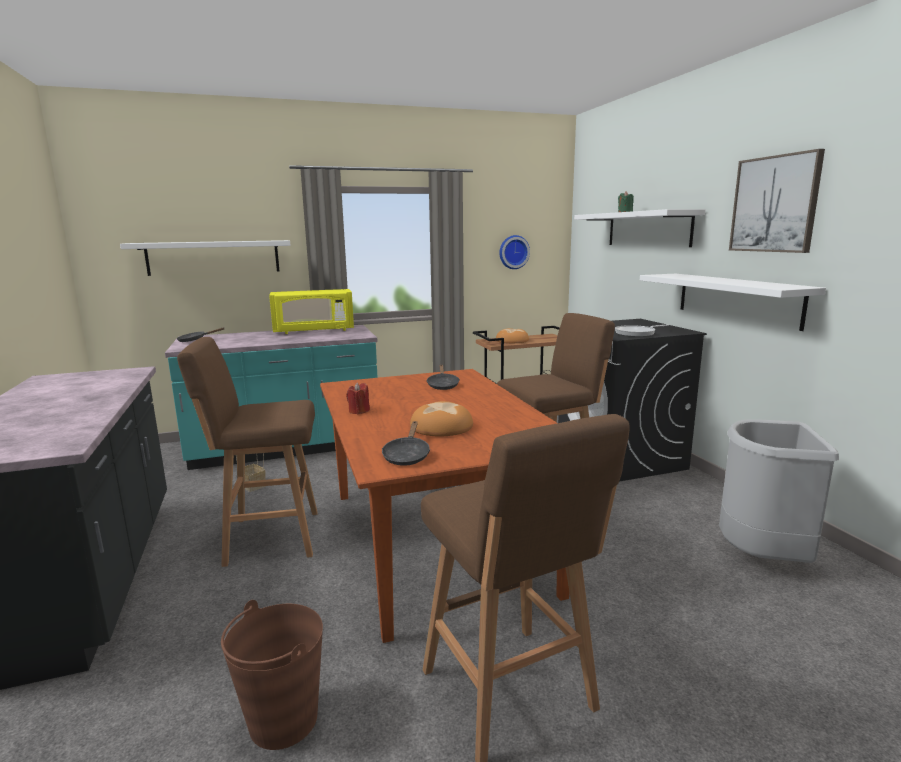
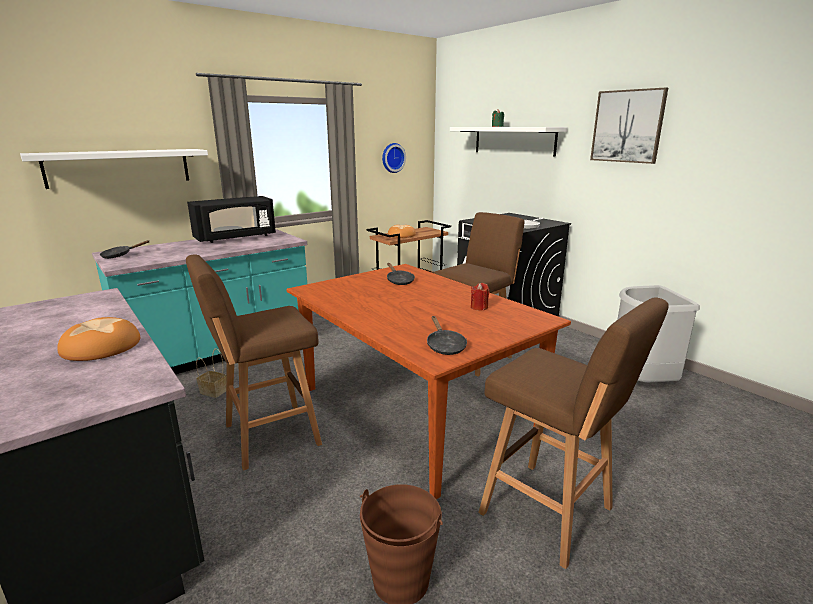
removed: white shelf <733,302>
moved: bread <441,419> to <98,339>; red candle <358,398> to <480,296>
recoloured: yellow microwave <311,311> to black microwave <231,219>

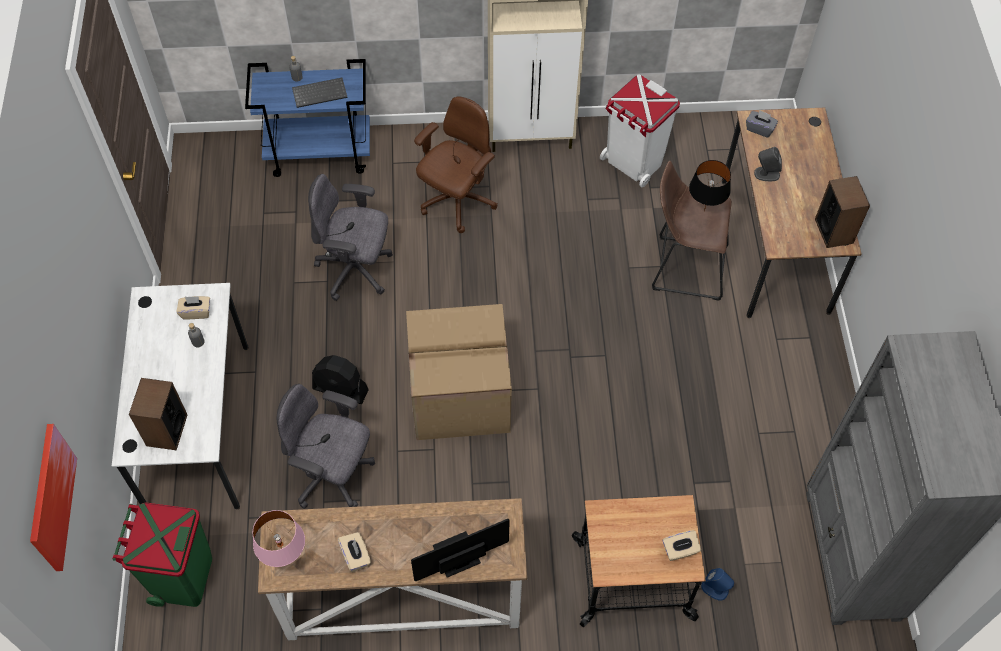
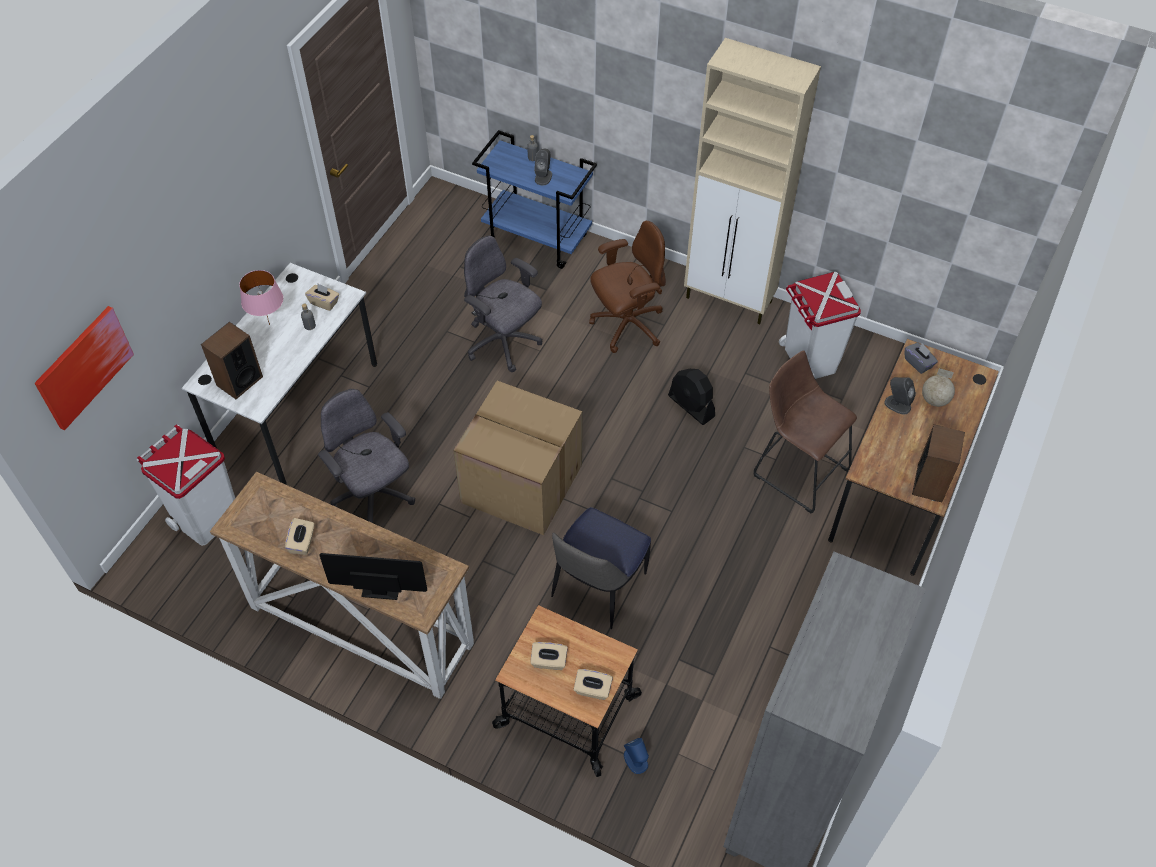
removed: black table lamp <710,185>
added: beige tissue box <549,656>; chair <601,568>; globe <938,387>
moved: pink table lamp <279,538> to <261,297>; black fan <340,379> to <691,397>
replaced: keyboard <320,93> to grey speaker <543,167>
recoloured: green trash can <162,554> to white trash can <186,485>

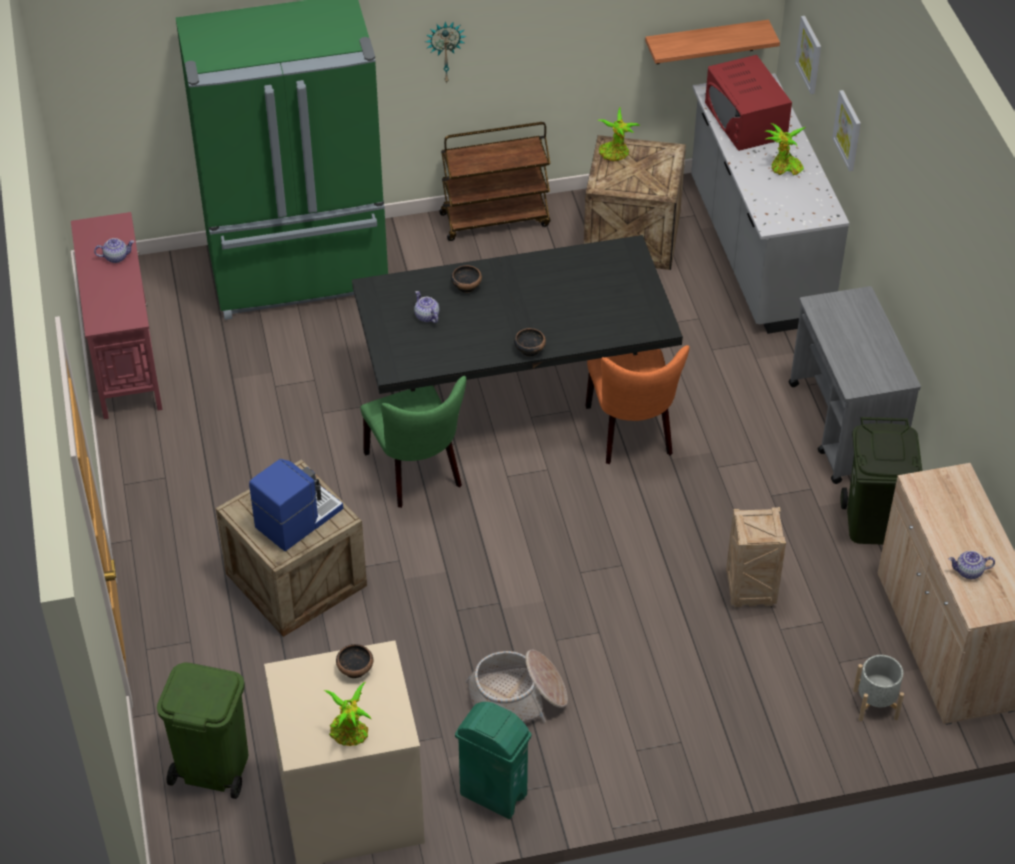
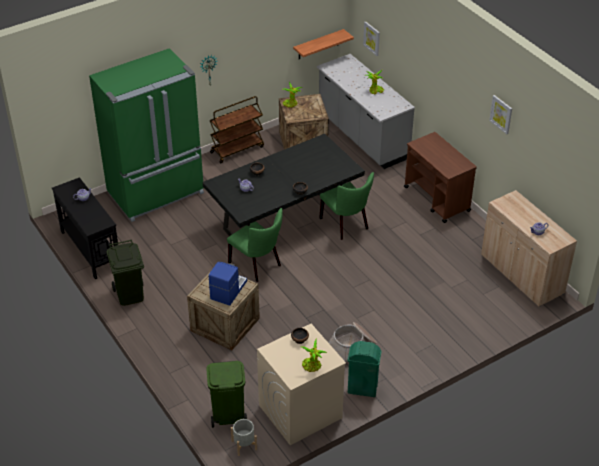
removed: red microwave <748,103>; crate <756,557>
moved: green trash can <881,480> to <125,273>; grey planter <878,688> to <244,437>; picture <846,130> to <500,114>
recoloured: red console table <116,315> to black console table <85,228>; orange chair <637,404> to green chair <346,206>; grey cart <855,385> to brown cart <440,177>

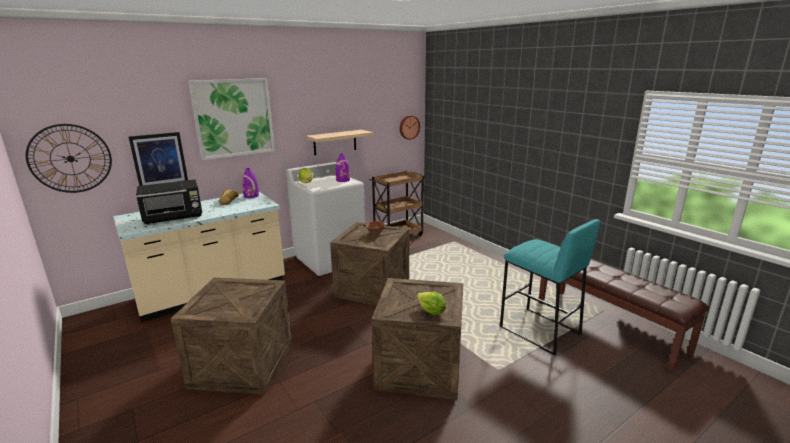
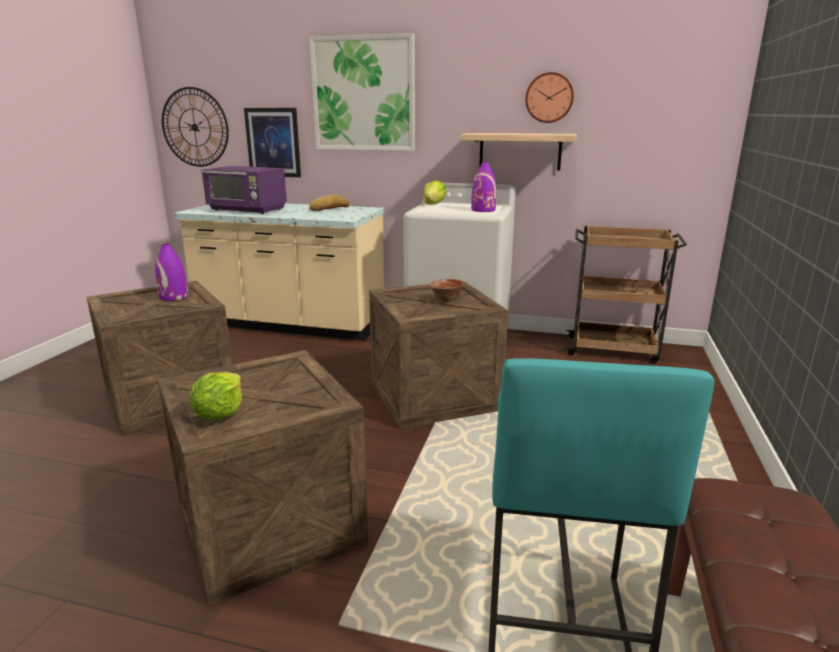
moved: purple vase <250,183> to <171,272>; wall clock <410,127> to <549,97>
recoloured: black microwave <169,202> to purple microwave <244,190>

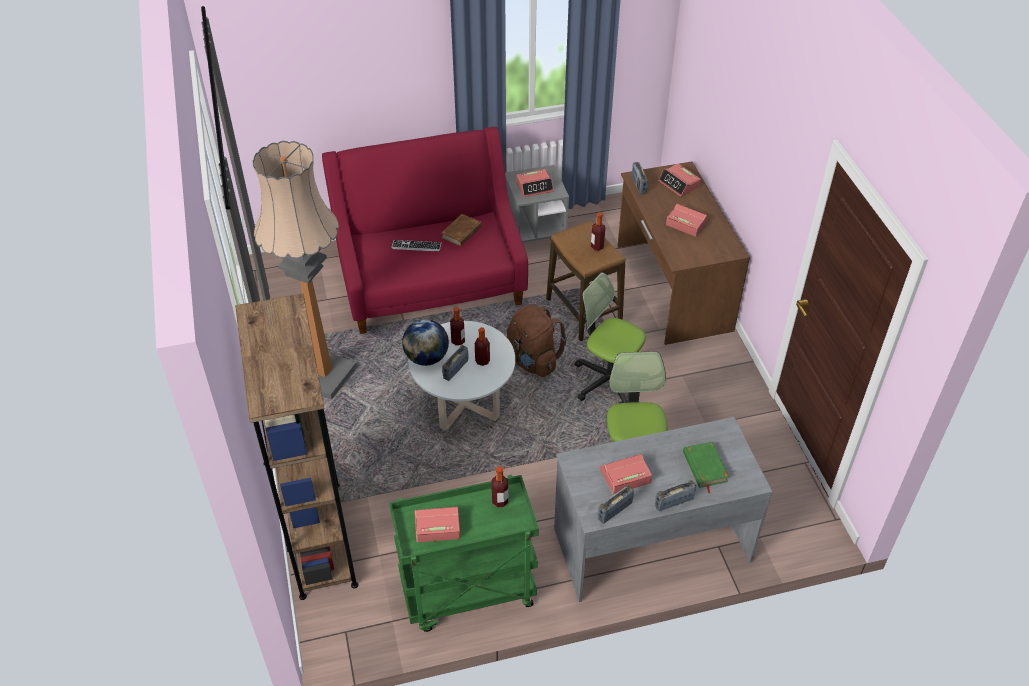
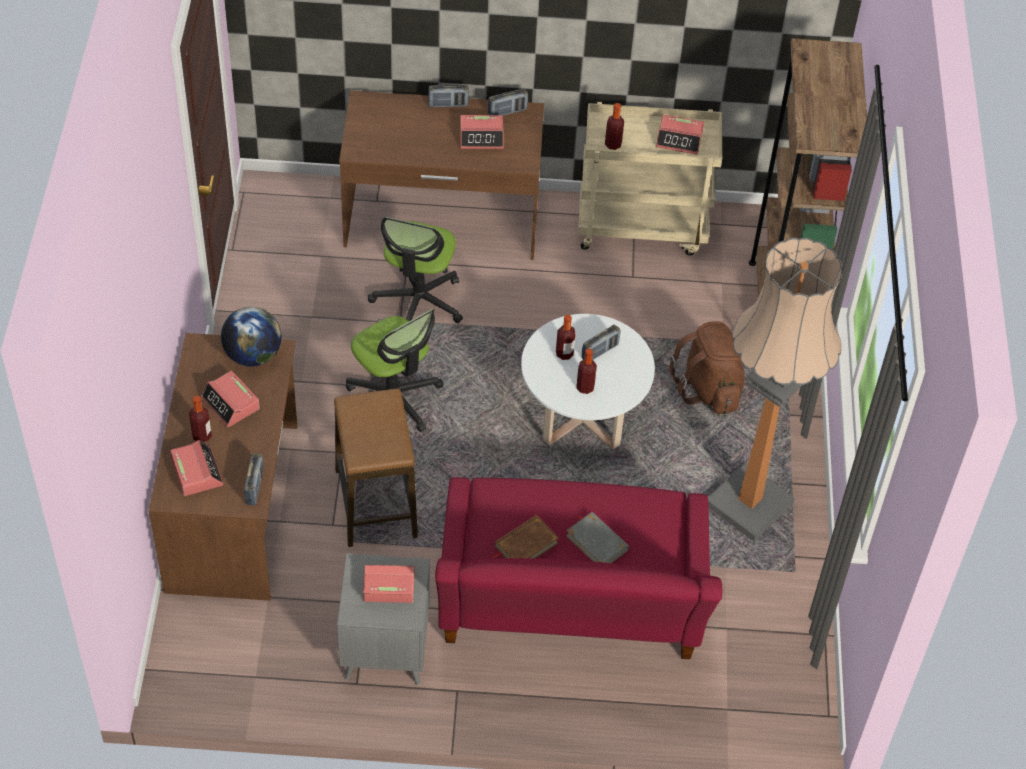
removed: green book <706,467>
moved: bottle <598,231> to <200,418>; globe <425,342> to <251,337>; brown backpack <537,341> to <707,367>
replaced: keyboard <416,246> to grey book <597,537>
recoloured: grey desk <663,509> to brown desk <441,175>; green cart <464,553> to beige cart <650,179>

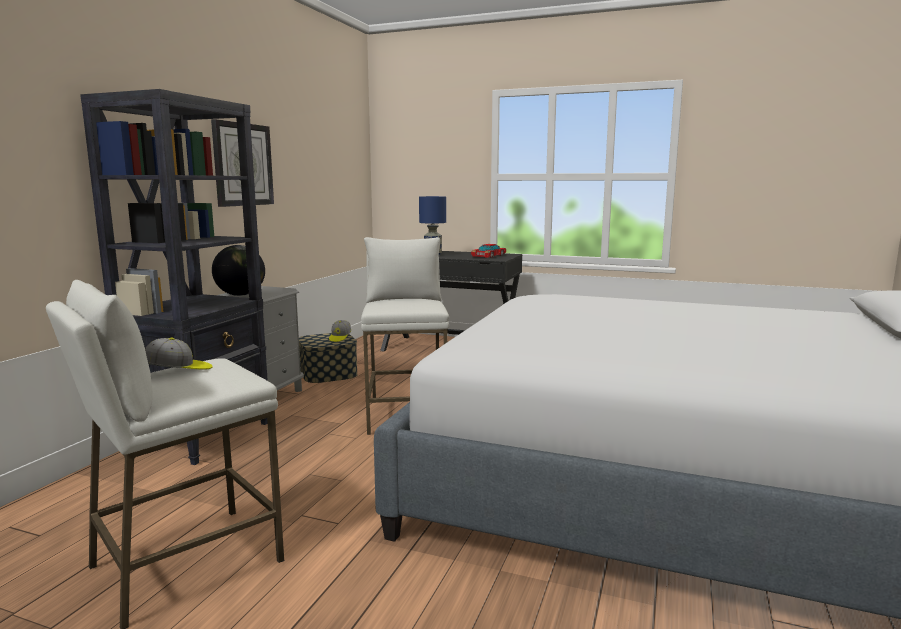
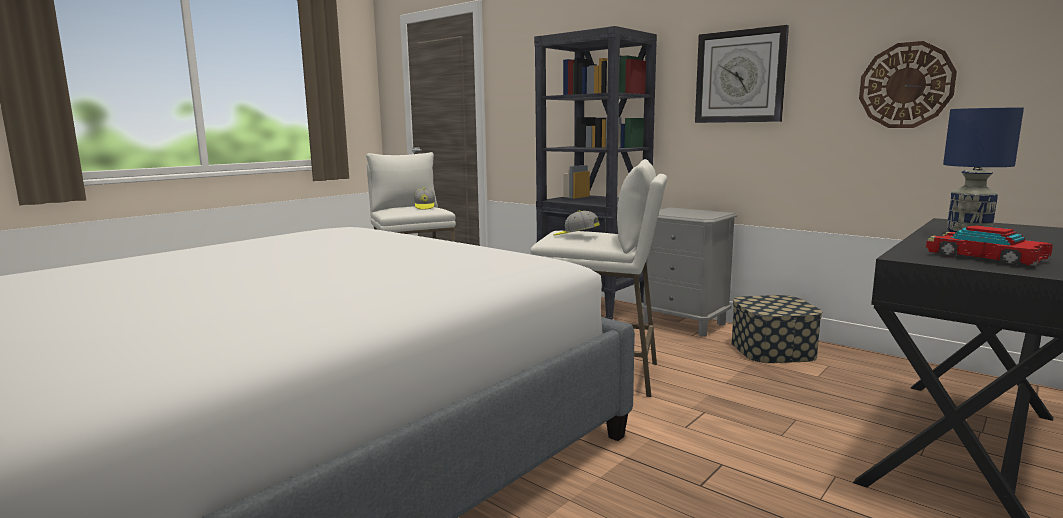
removed: globe <238,270>
added: wall clock <908,84>
moved: cap <340,331> to <576,222>

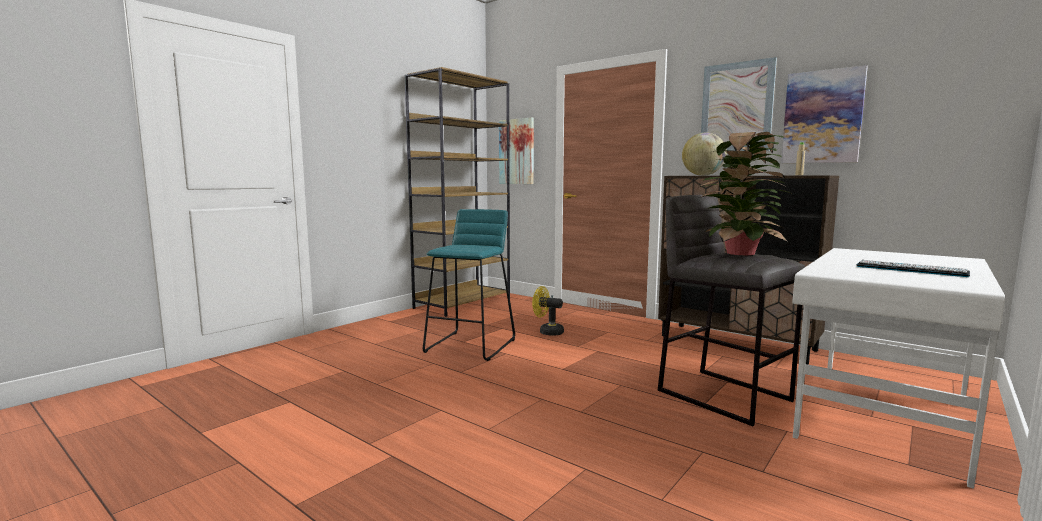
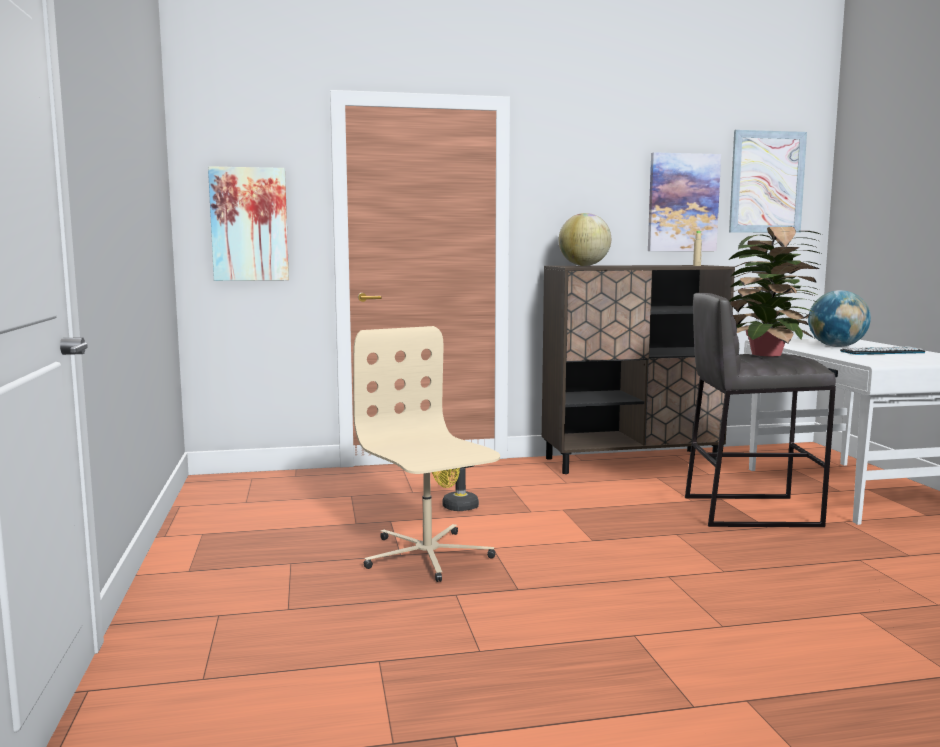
removed: brown bookcase <457,192>
added: globe <839,318>
moved: picture <739,104> to <768,181>
replaced: turquoise stool <469,285> to beige office chair <426,454>

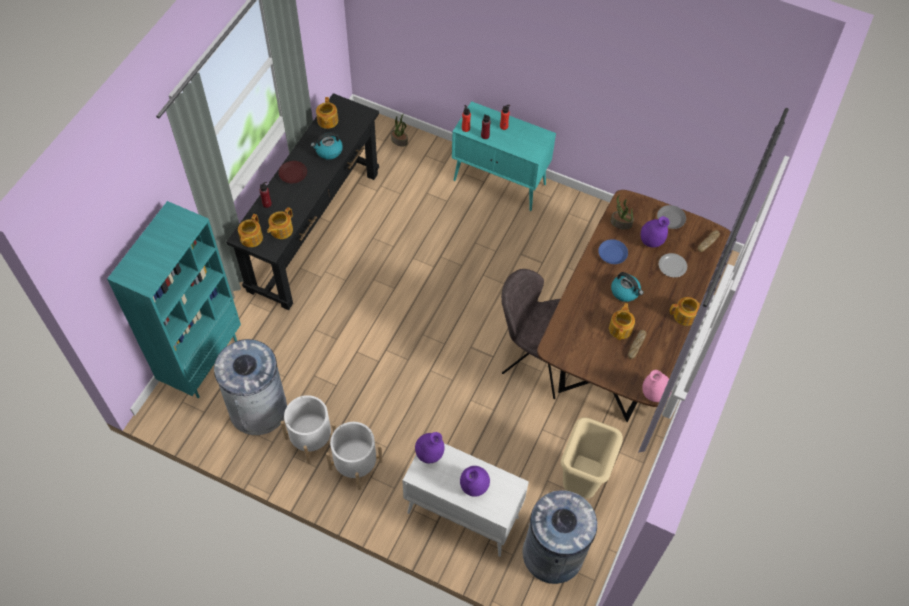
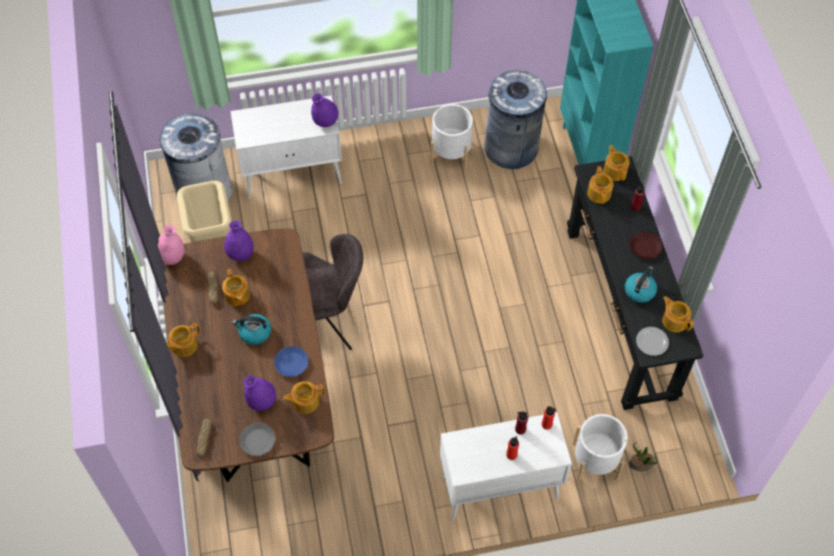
moved: purple vase <475,481> to <239,241>; white planter <354,456> to <600,447>; plate <673,265> to <652,341>
replaced: potted plant <622,212> to teapot <304,397>
recoloured: turquoise cabinet <504,156> to white cabinet <506,466>

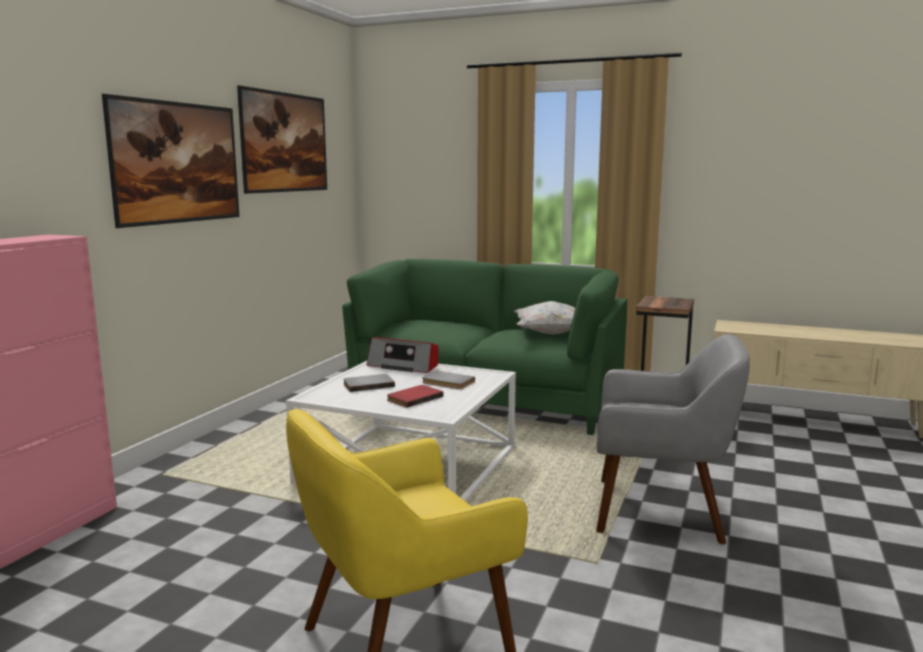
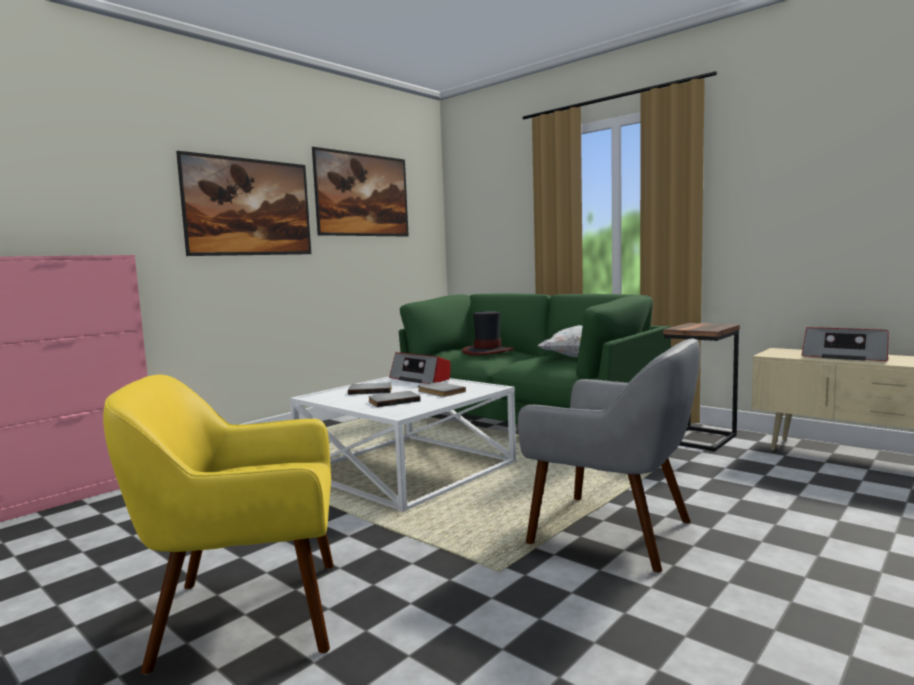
added: hat <488,333>; radio <845,344>
recoloured: red book <415,396> to grey book <394,399>

